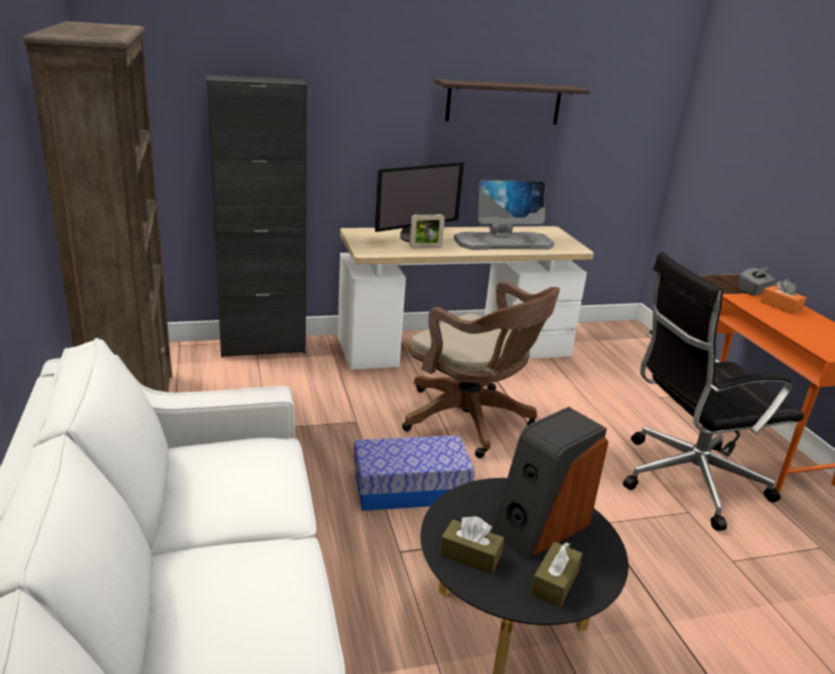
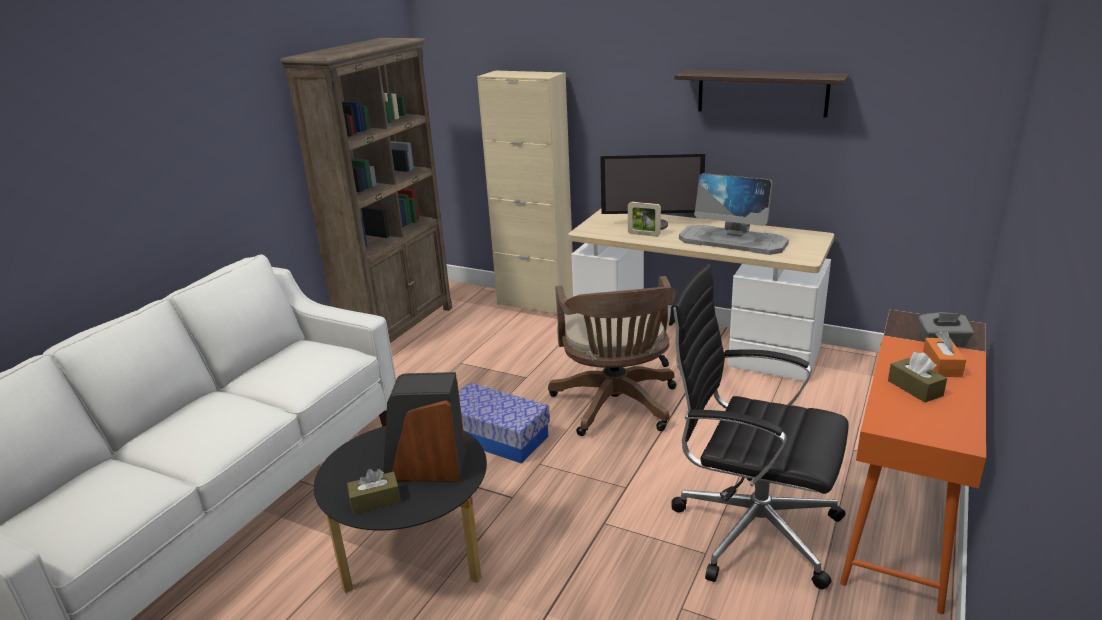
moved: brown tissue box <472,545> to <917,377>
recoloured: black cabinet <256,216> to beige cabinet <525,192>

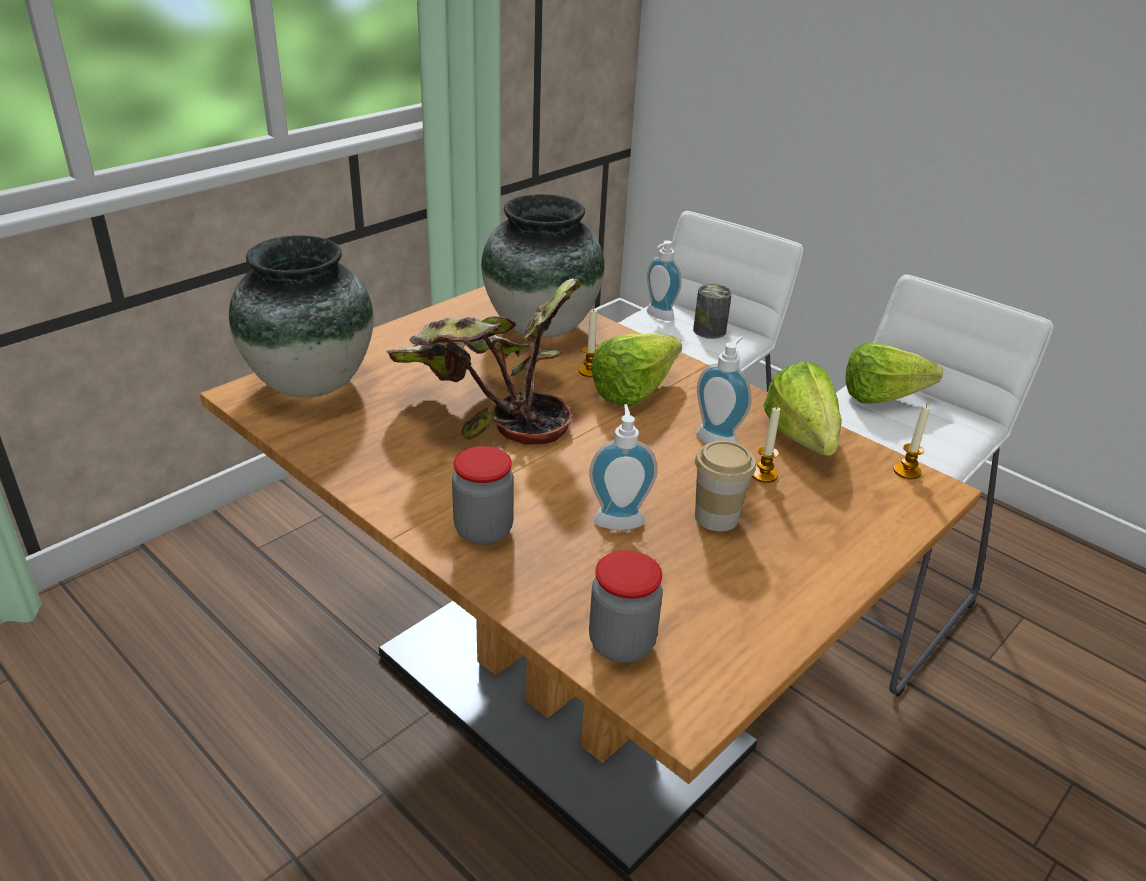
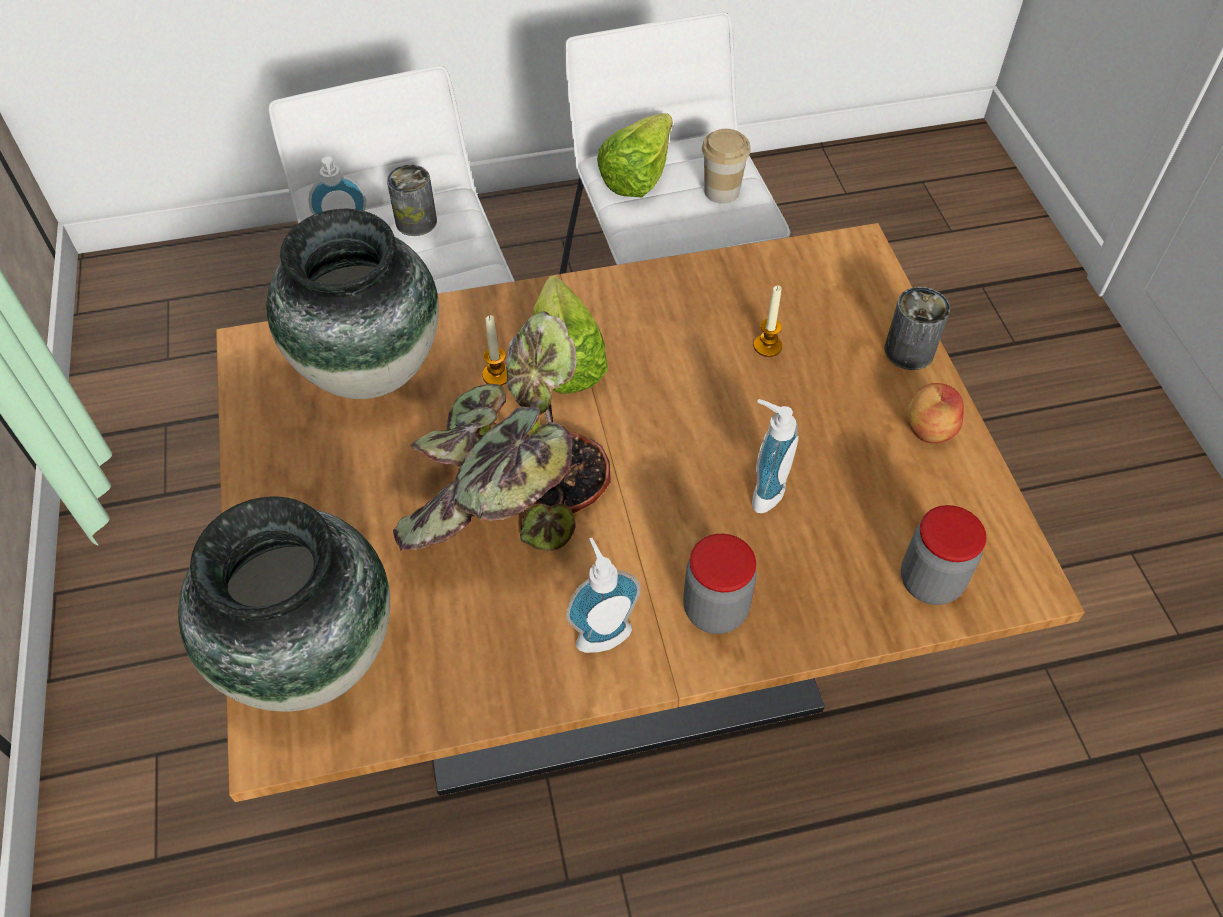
removed: lettuce <802,408>; candle <911,441>
added: can <917,328>; apple <935,413>
moved: soap dispenser <724,390> to <603,595>; cup <725,485> to <726,166>

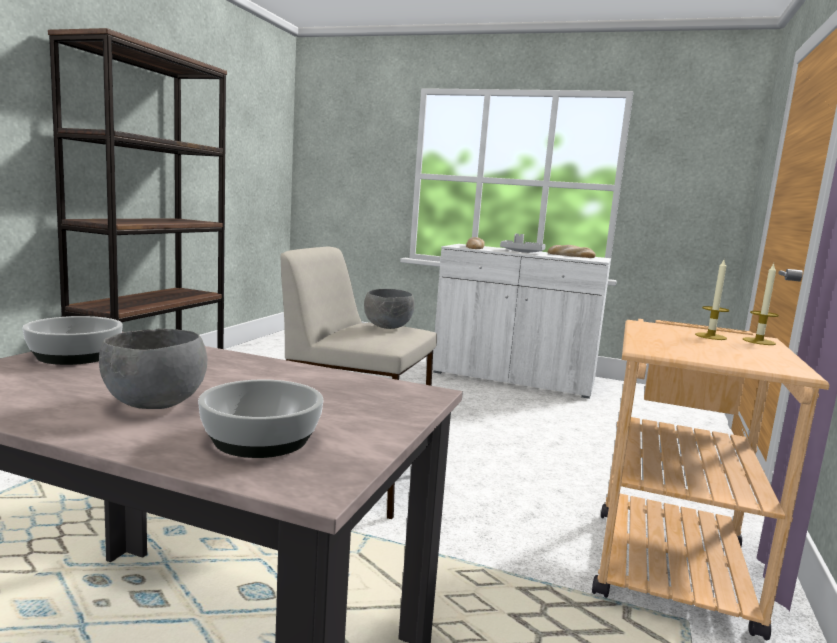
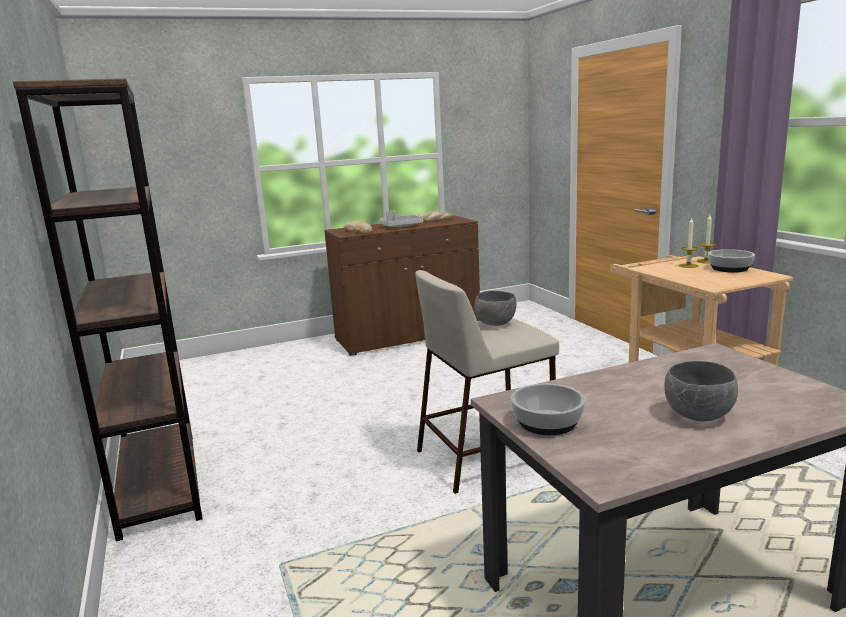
moved: bowl <261,419> to <731,261>
recoloured: white cabinet <521,321> to brown cabinet <402,285>

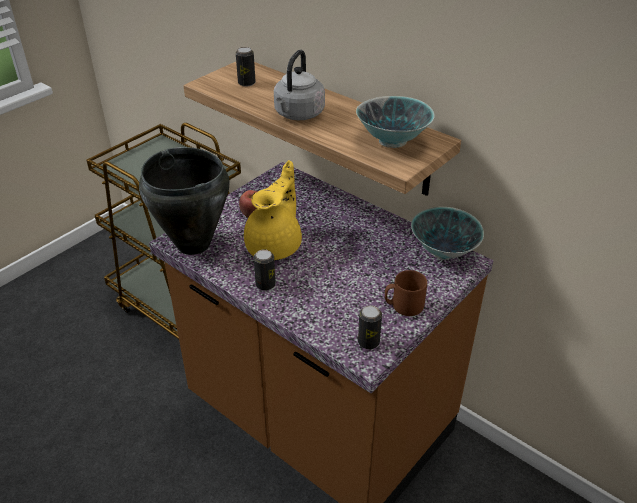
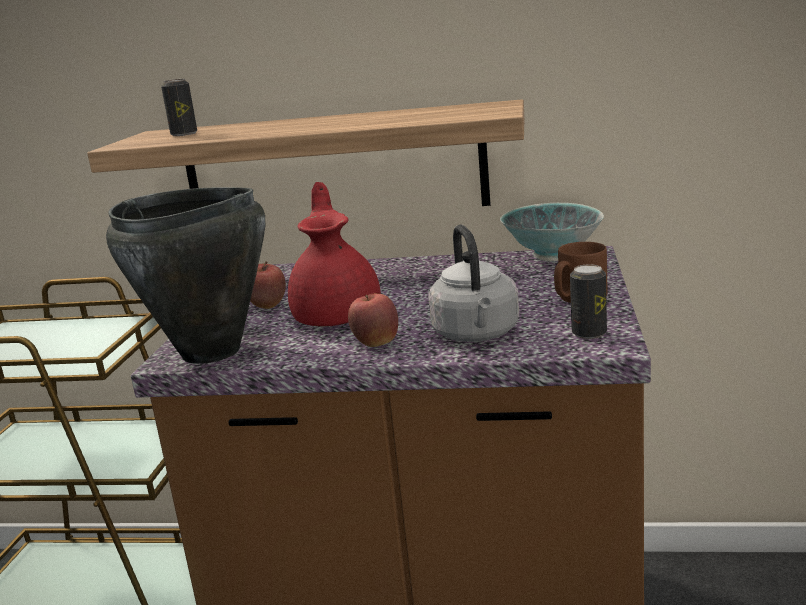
removed: bowl <395,122>
moved: grey kettle <299,85> to <473,283>
replaced: can <264,270> to apple <373,320>
recoloured: yellow teapot <273,210> to red teapot <334,254>

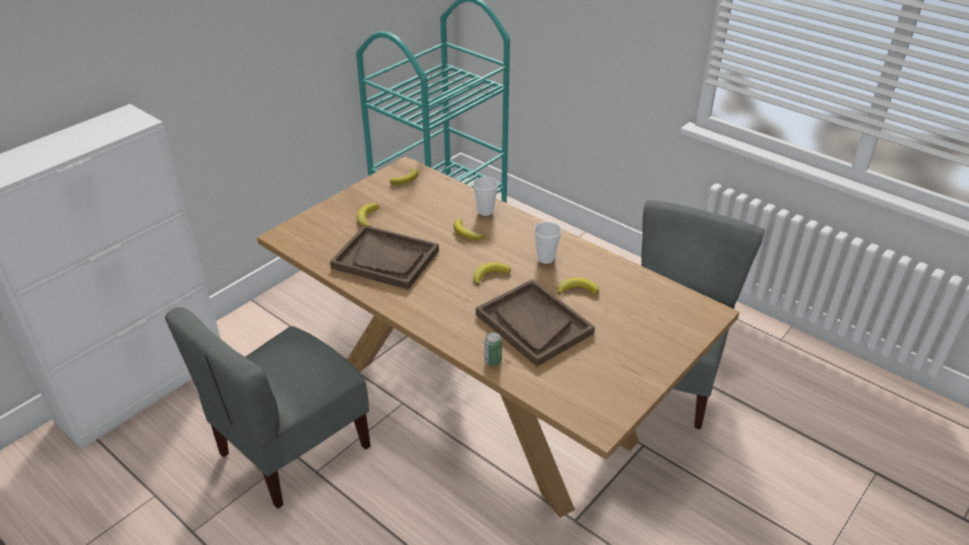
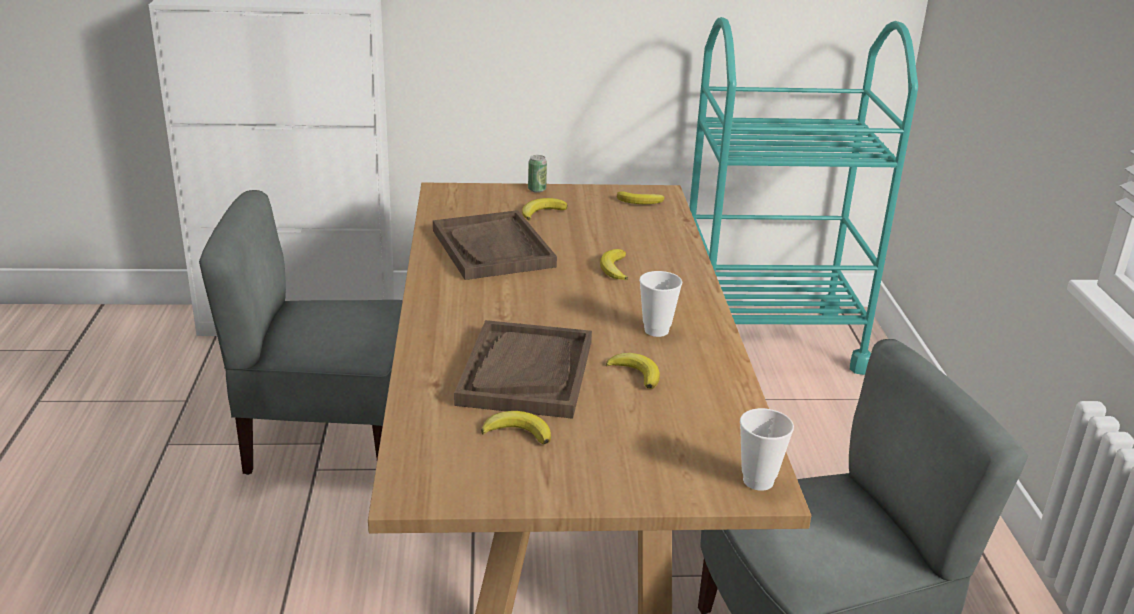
moved: banana <492,273> to <516,427>; can <493,349> to <537,174>; cup <485,196> to <767,449>

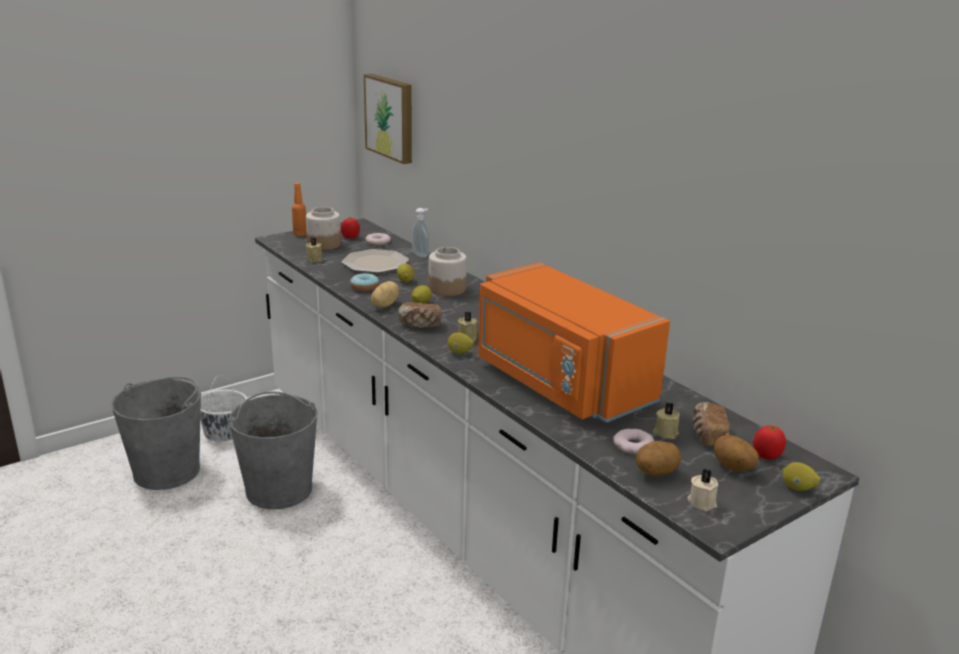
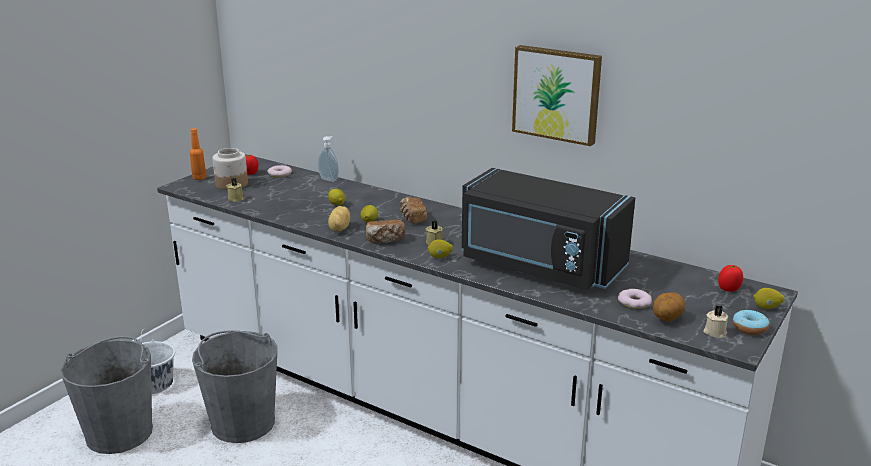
removed: plate <375,261>; jar <448,271>; beige candle <666,420>; potato <736,453>
moved: bread <711,424> to <413,210>; picture <388,119> to <557,95>; donut <364,282> to <750,322>
recoloured: orange microwave <574,342> to black microwave <548,229>

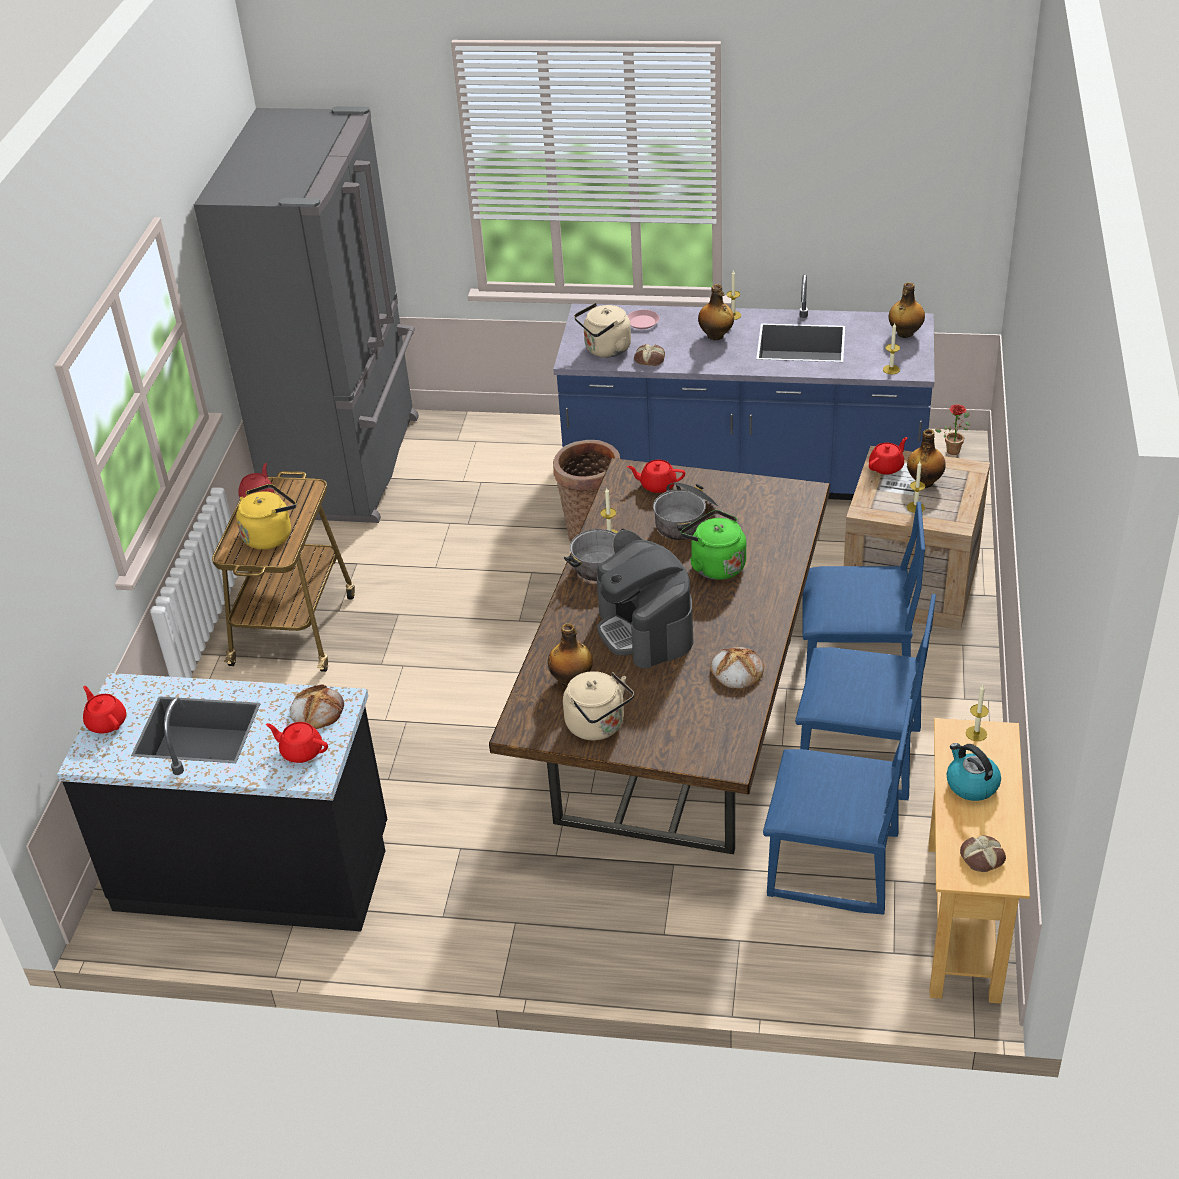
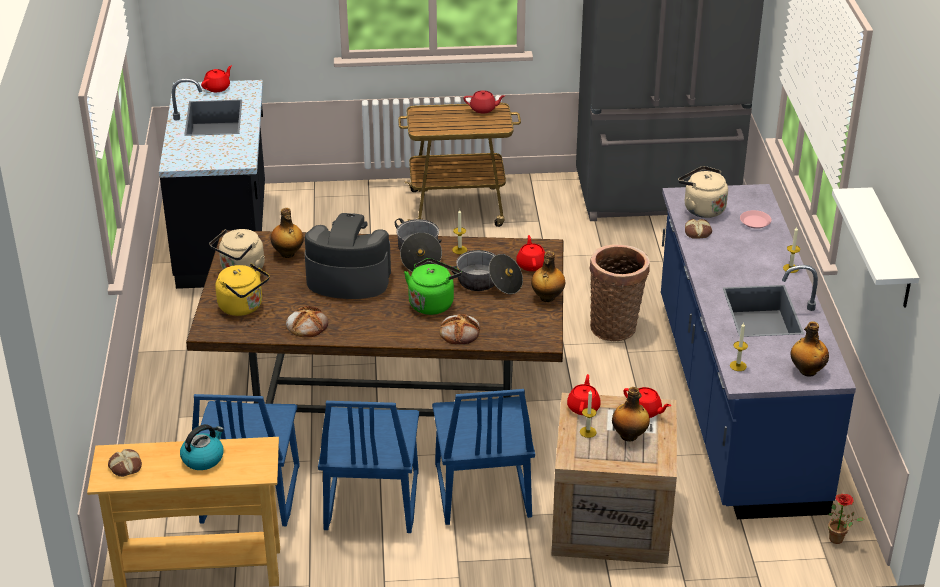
removed: candle <977,713>
added: white shelf <875,247>
moved: yellow kettle <266,516> to <242,289>; bread <317,706> to <460,329>; bottle <716,312> to <548,276>; red teapot <297,742> to <584,394>
turned: coffee machine <645,604> = <348,256> 45 degrees clockwise

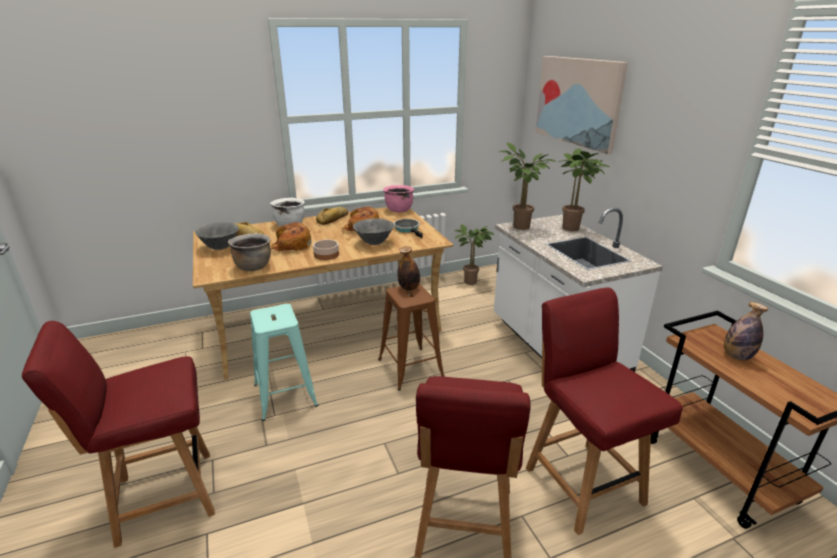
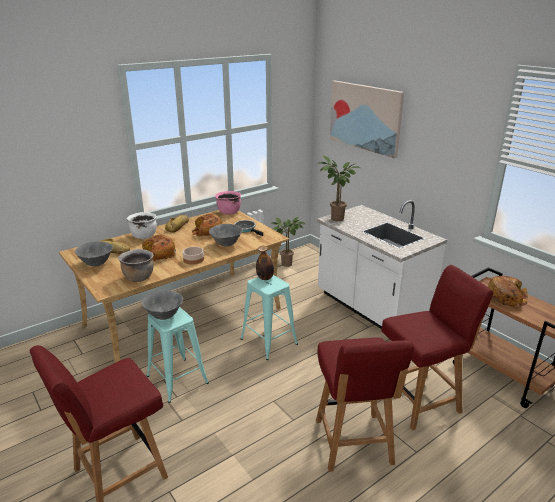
removed: potted plant <584,189>
added: grey bowl <162,305>
replaced: bottle <746,331> to bread <508,291>
recoloured: brown stool <411,336> to turquoise stool <269,317>
turned: red chair <604,411> = <437,348> 105 degrees clockwise

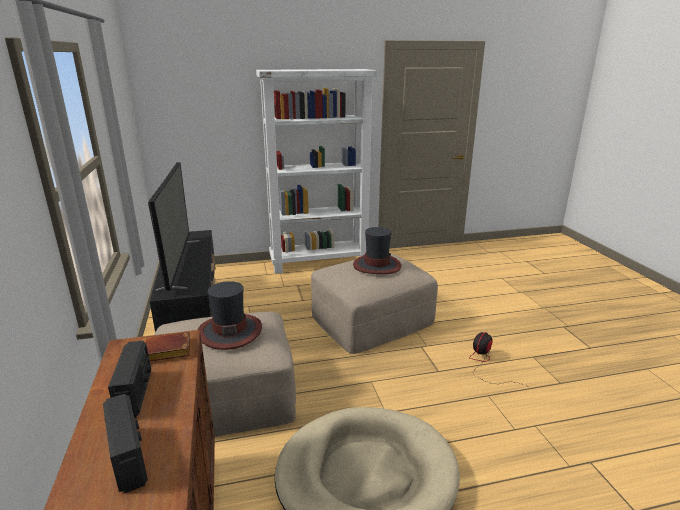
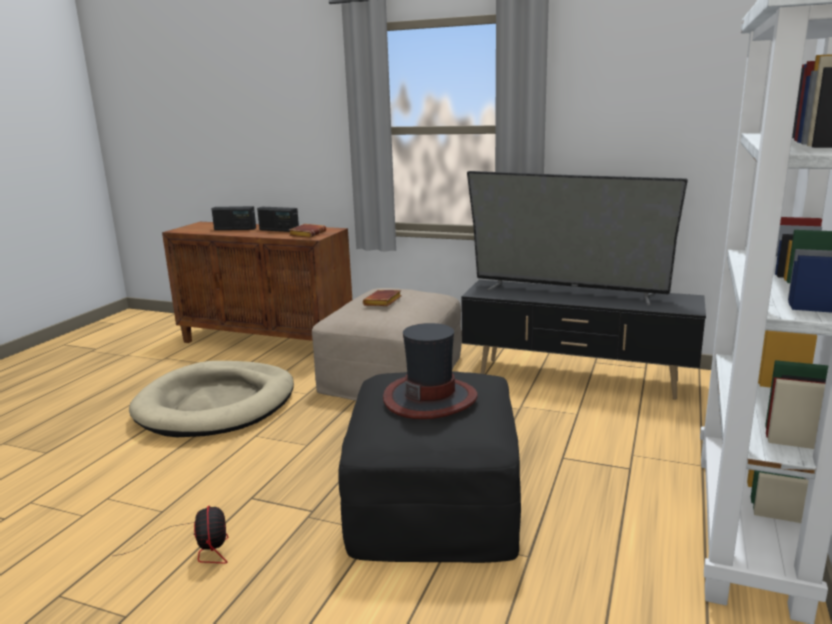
replaced: hat <230,315> to brown book <382,298>
recoloured: beige ottoman <374,304> to black ottoman <429,467>

